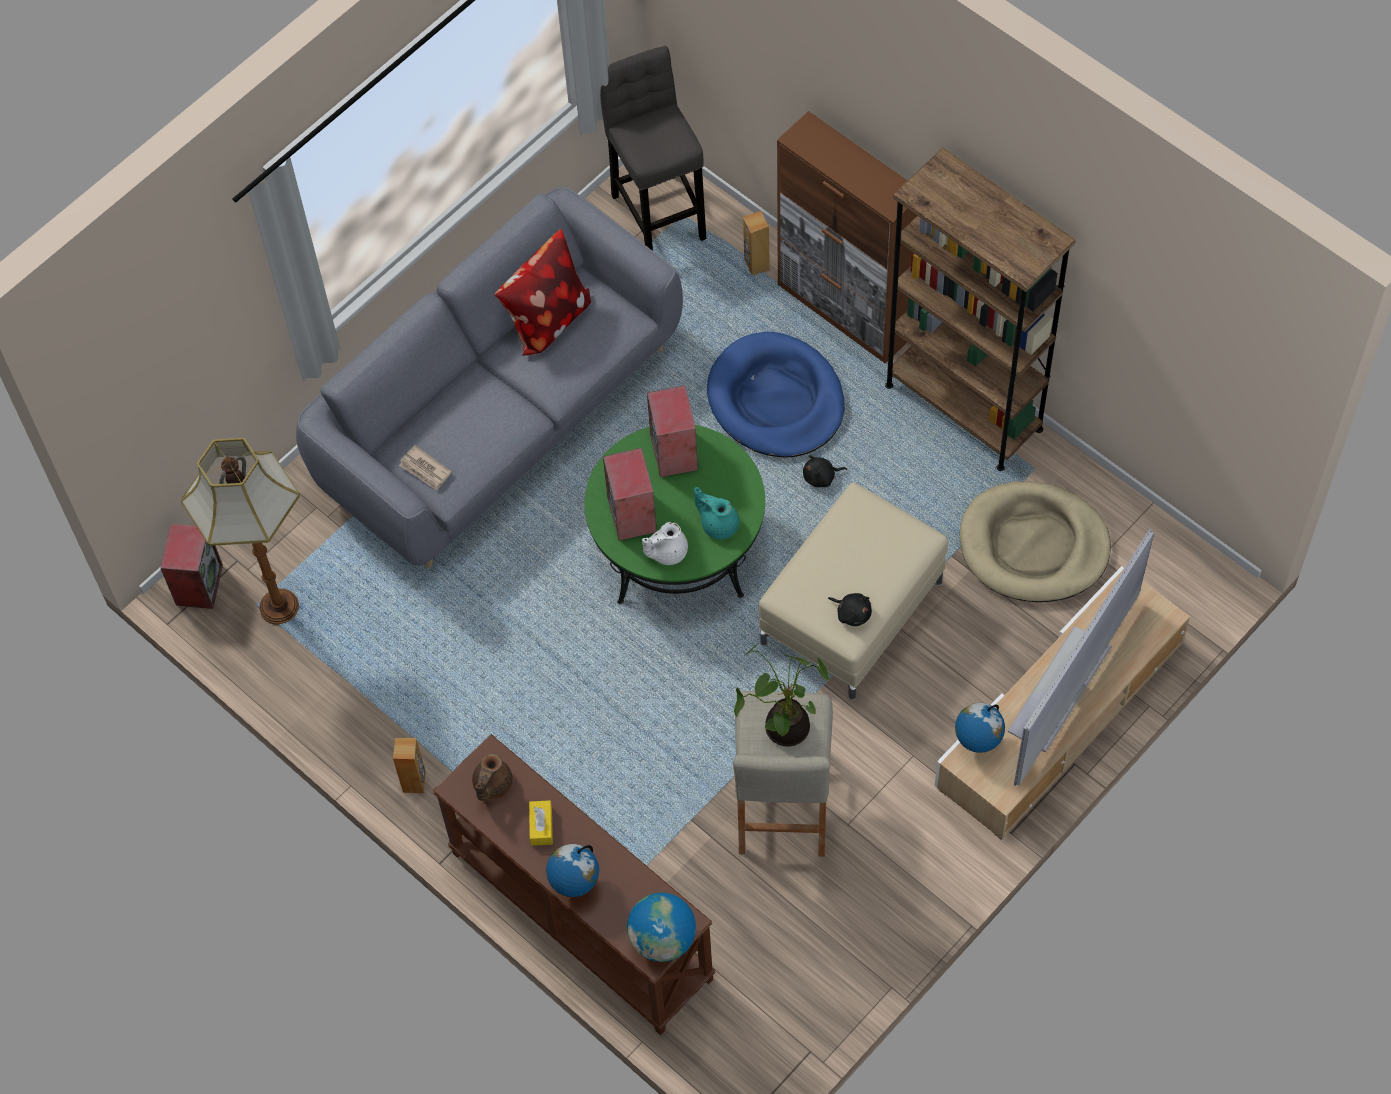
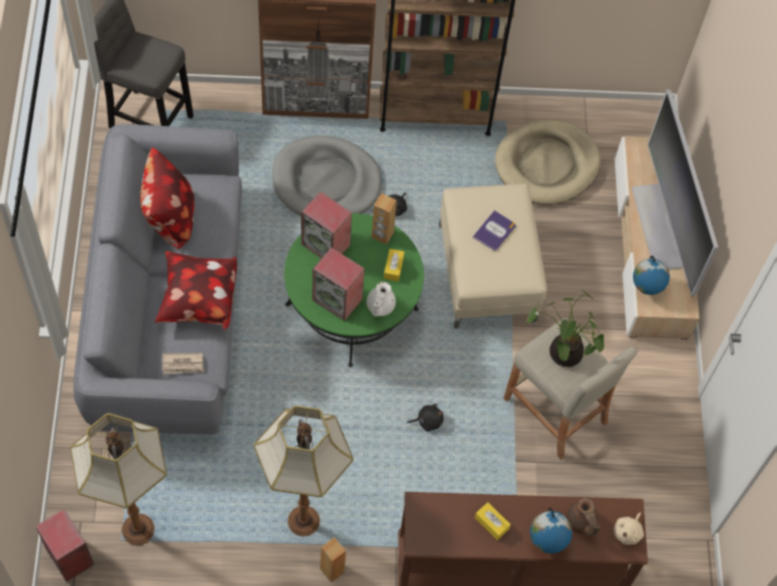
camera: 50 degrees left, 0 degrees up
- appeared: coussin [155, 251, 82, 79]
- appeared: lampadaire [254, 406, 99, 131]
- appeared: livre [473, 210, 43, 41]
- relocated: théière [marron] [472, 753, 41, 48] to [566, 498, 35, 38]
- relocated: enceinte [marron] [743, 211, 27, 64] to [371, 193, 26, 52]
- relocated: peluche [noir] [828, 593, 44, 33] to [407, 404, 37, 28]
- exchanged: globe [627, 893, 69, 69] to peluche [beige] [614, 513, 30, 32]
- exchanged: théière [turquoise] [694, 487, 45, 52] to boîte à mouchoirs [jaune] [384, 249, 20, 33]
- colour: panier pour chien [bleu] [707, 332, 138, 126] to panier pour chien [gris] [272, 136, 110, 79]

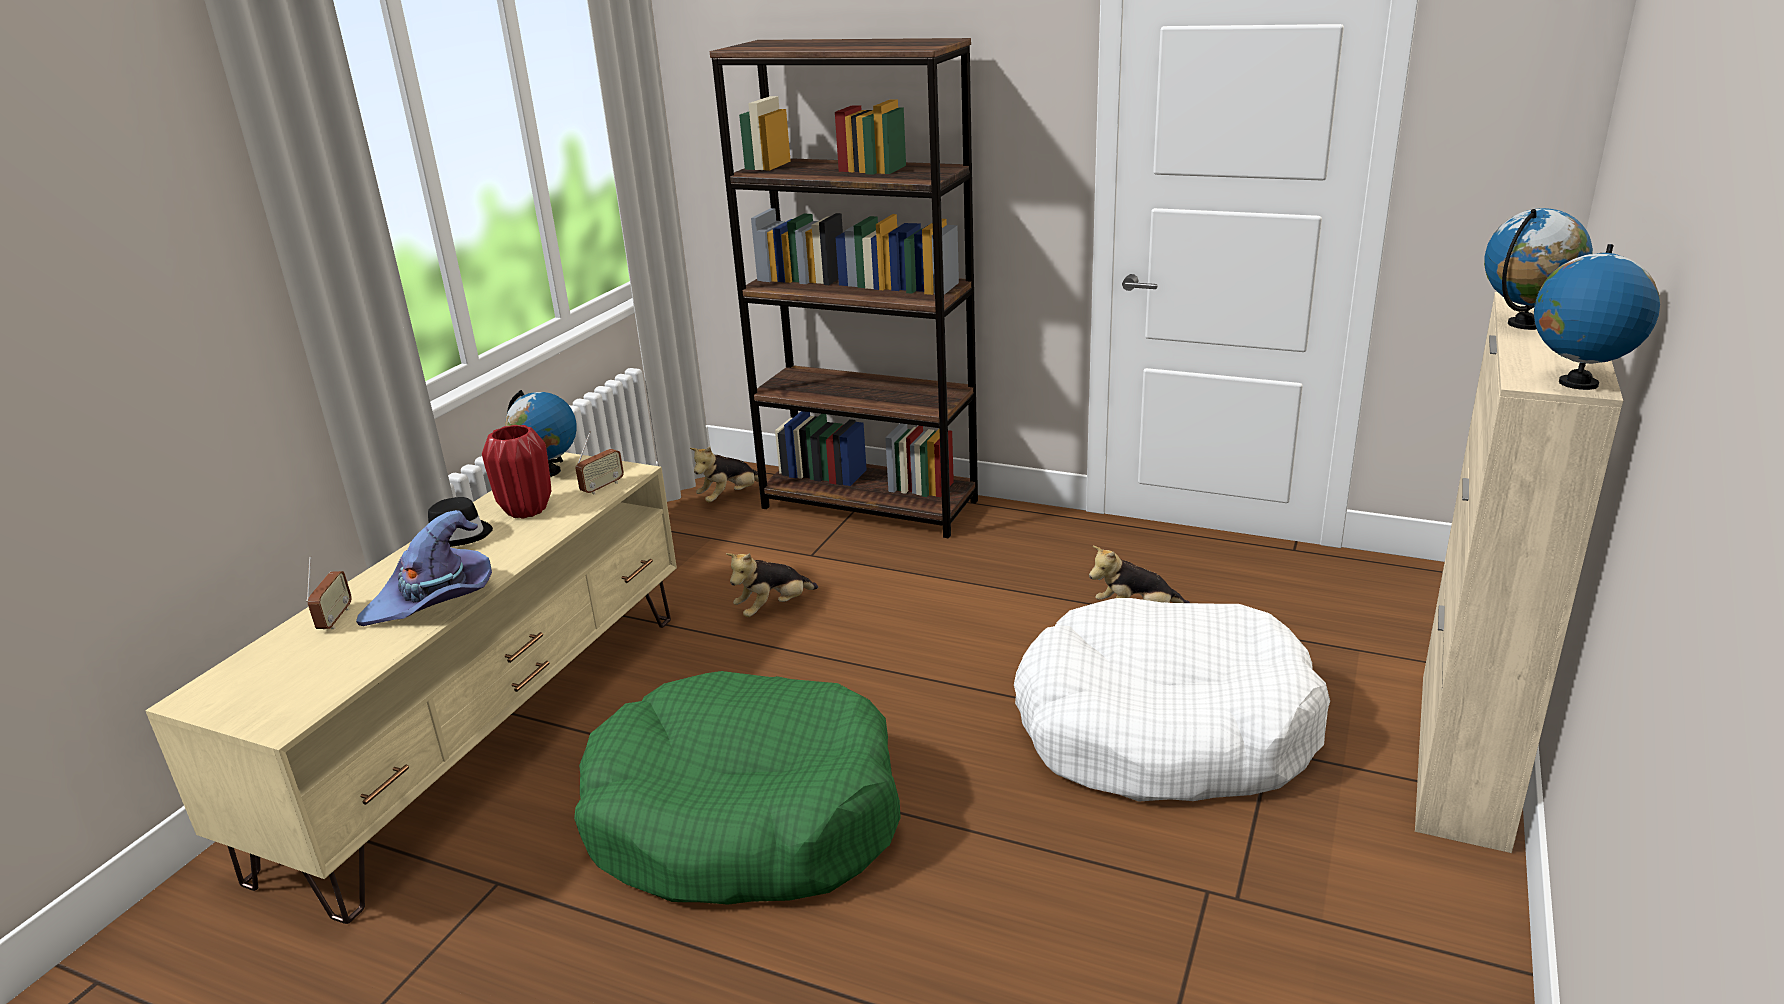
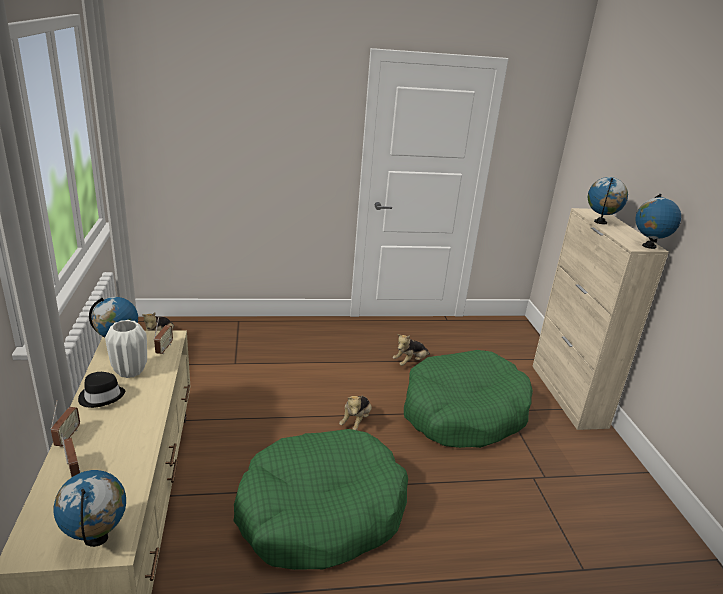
camera: 35 degrees left, 0 degrees up
- missing: chapeau [violet] [356, 510, 136, 116]
- missing: bibliothèque [marron] [710, 38, 268, 500]
- appeared: radio [50, 400, 30, 46]
- appeared: globe [53, 470, 73, 77]
- relocated: peluche [726, 553, 92, 64] to [339, 395, 33, 35]
- colour: vase [rouge] [482, 425, 69, 94] to vase [blanc] [105, 320, 42, 58]
- colour: panier pour chien [blanc] [1014, 598, 316, 204] to panier pour chien [vert] [404, 350, 129, 98]

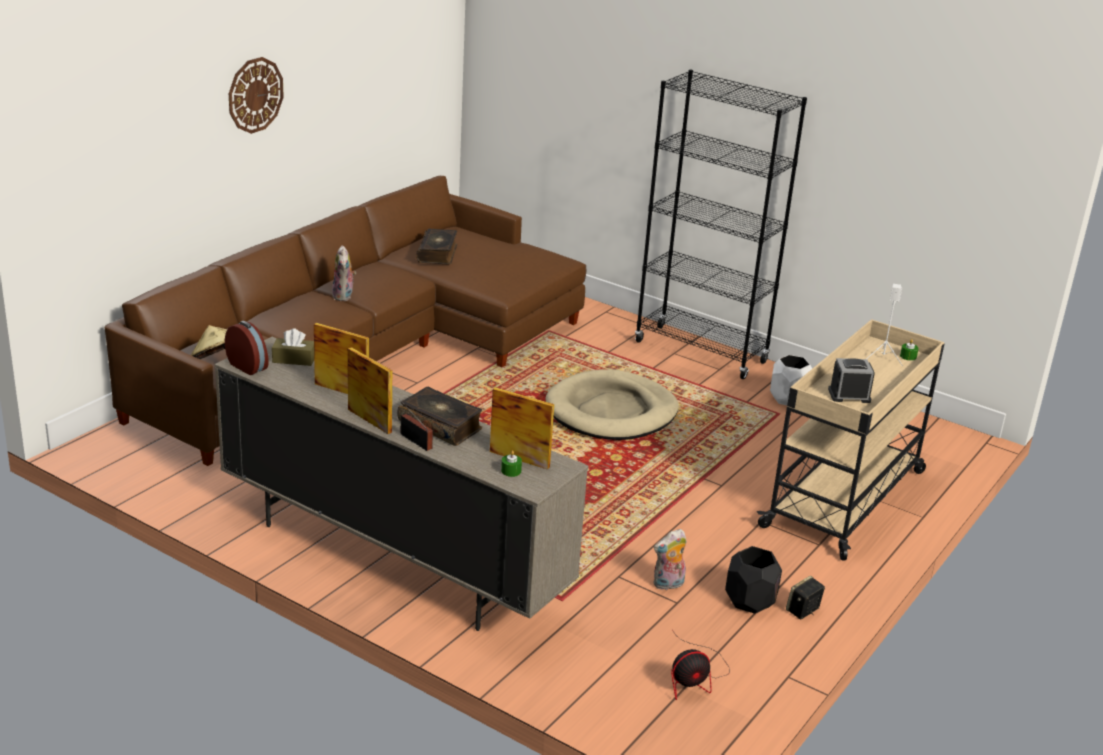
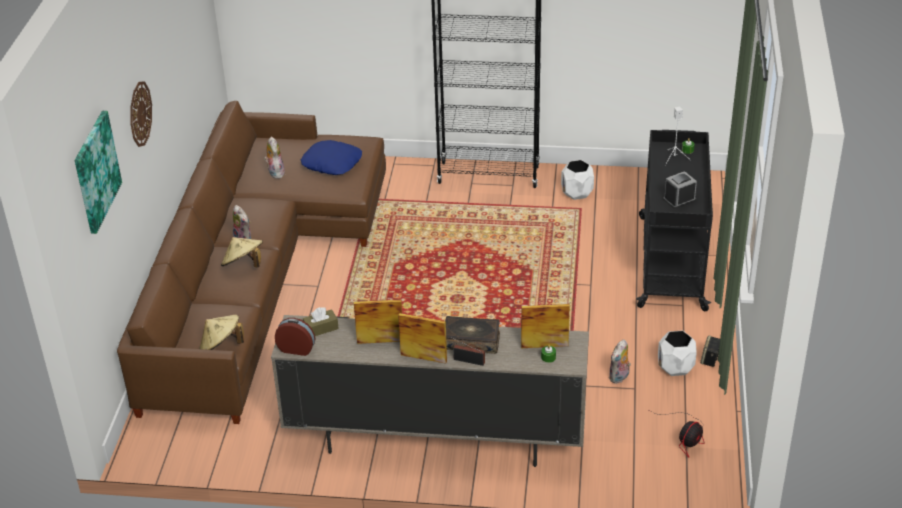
camera: 25 degrees left, 10 degrees up
- missing: panier pour chien [beige] [545, 369, 134, 71]
- appeared: tableau [74, 111, 48, 123]
- appeared: chapeau [beige] [221, 237, 42, 30]
- appeared: coussin [bleu] [301, 140, 61, 35]
- exchanged: livre [416, 229, 41, 35] to peluche [264, 137, 21, 42]
- colour: cache-pot [noir] [725, 546, 57, 68] to cache-pot [blanc] [658, 331, 39, 45]
- colour: chariot [beige] [757, 319, 188, 241] to chariot [noir] [636, 130, 77, 181]

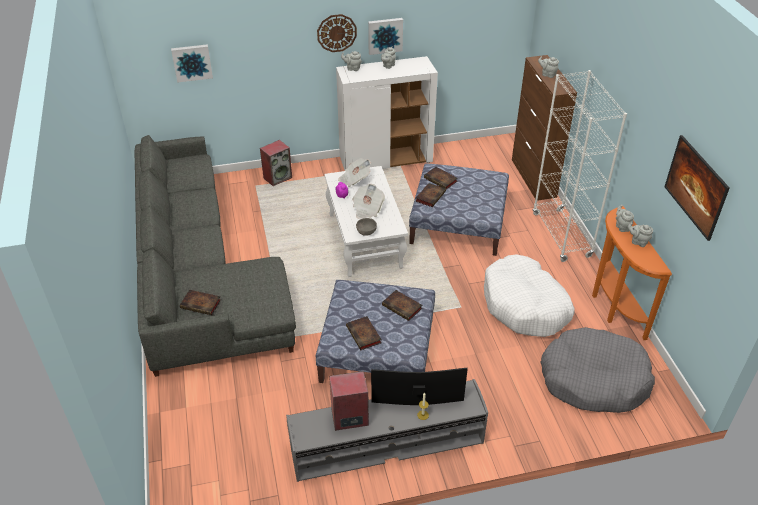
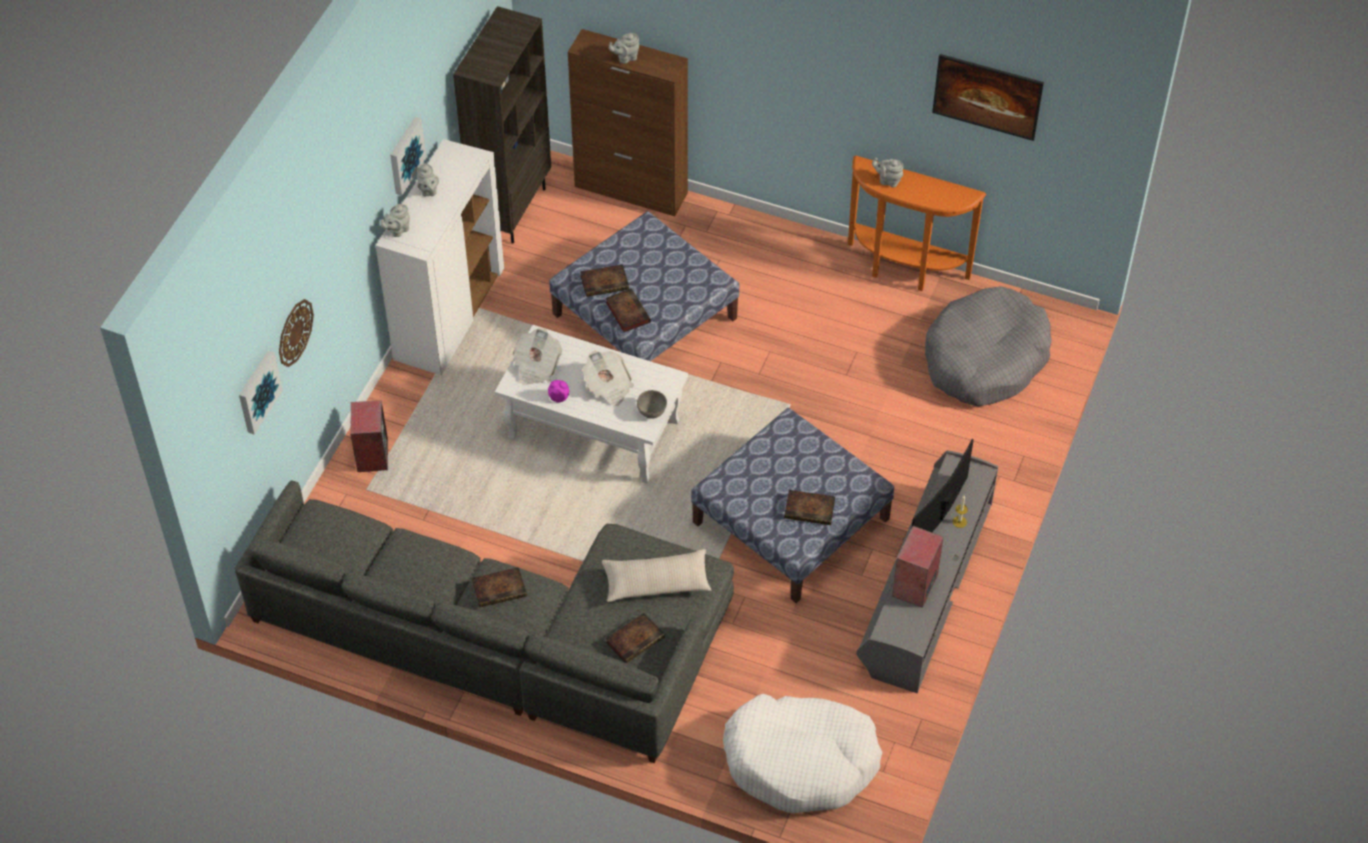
camera: 55 degrees left, 10 degrees up
- missing: bibliothèque [blanc] [533, 70, 94, 192]
- missing: théière [gris] [628, 222, 25, 25]
- appeared: bibliothèque [marron] [453, 6, 98, 238]
- appeared: coussin [beige] [602, 549, 109, 53]
- relocated: horloge murale [317, 14, 40, 38] to [279, 299, 35, 68]
- relocated: livre [382, 290, 40, 31] to [472, 567, 55, 40]
- relocated: panier pour chien [blanc] [484, 254, 91, 83] to [723, 694, 160, 119]

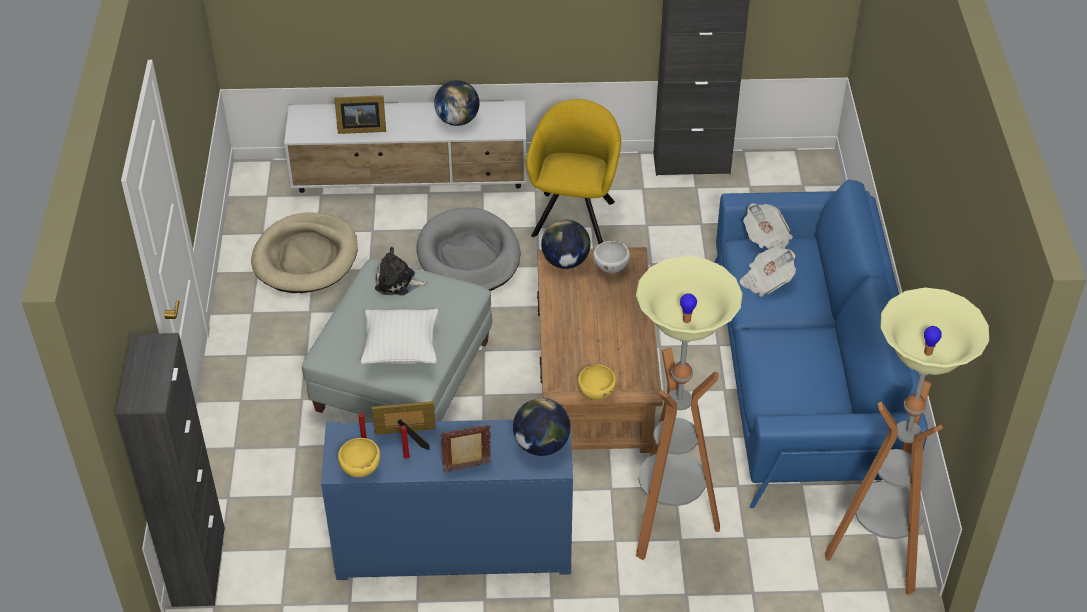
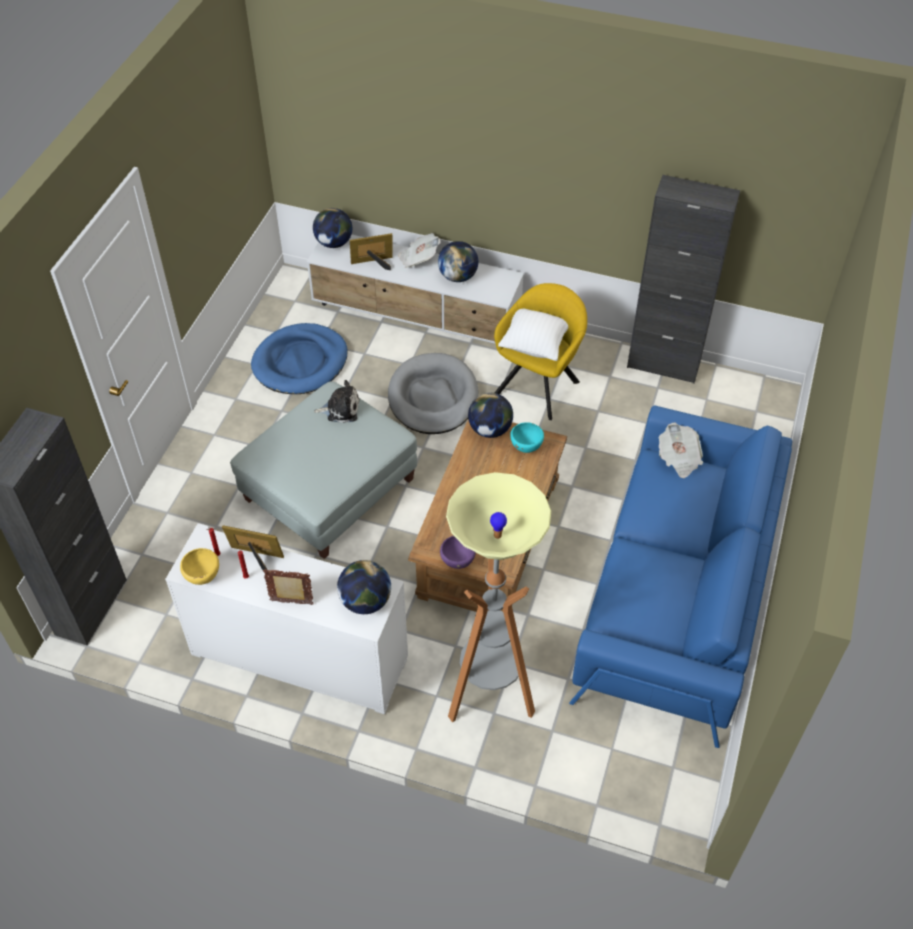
camera: 20 degrees right, 5 degrees up
- missing: lampadaire [825, 288, 164, 307]
- appeared: globe [313, 208, 39, 40]
- relocated: coussin [blanc] [360, 309, 78, 56] to [498, 309, 70, 52]
- relocated: journal [740, 246, 56, 51] to [398, 233, 43, 35]
- colour: panier pour chien [beige] [251, 212, 107, 81] to panier pour chien [bleu] [251, 323, 97, 71]
- colour: meuble de rangement [bleu] [321, 416, 252, 164] to meuble de rangement [blanc] [165, 523, 243, 191]
- colour: bol [jaune] [578, 364, 38, 36] to bol [violet] [440, 536, 36, 33]
- colour: bol [blanc] [593, 241, 37, 32] to bol [turquoise] [510, 422, 34, 31]
- spun: cadre photo [334, 95, 52, 39] = [350, 233, 43, 37] 150 degrees clockwise
- spun: peluche [375, 247, 53, 49] = [314, 380, 45, 43] 150 degrees clockwise

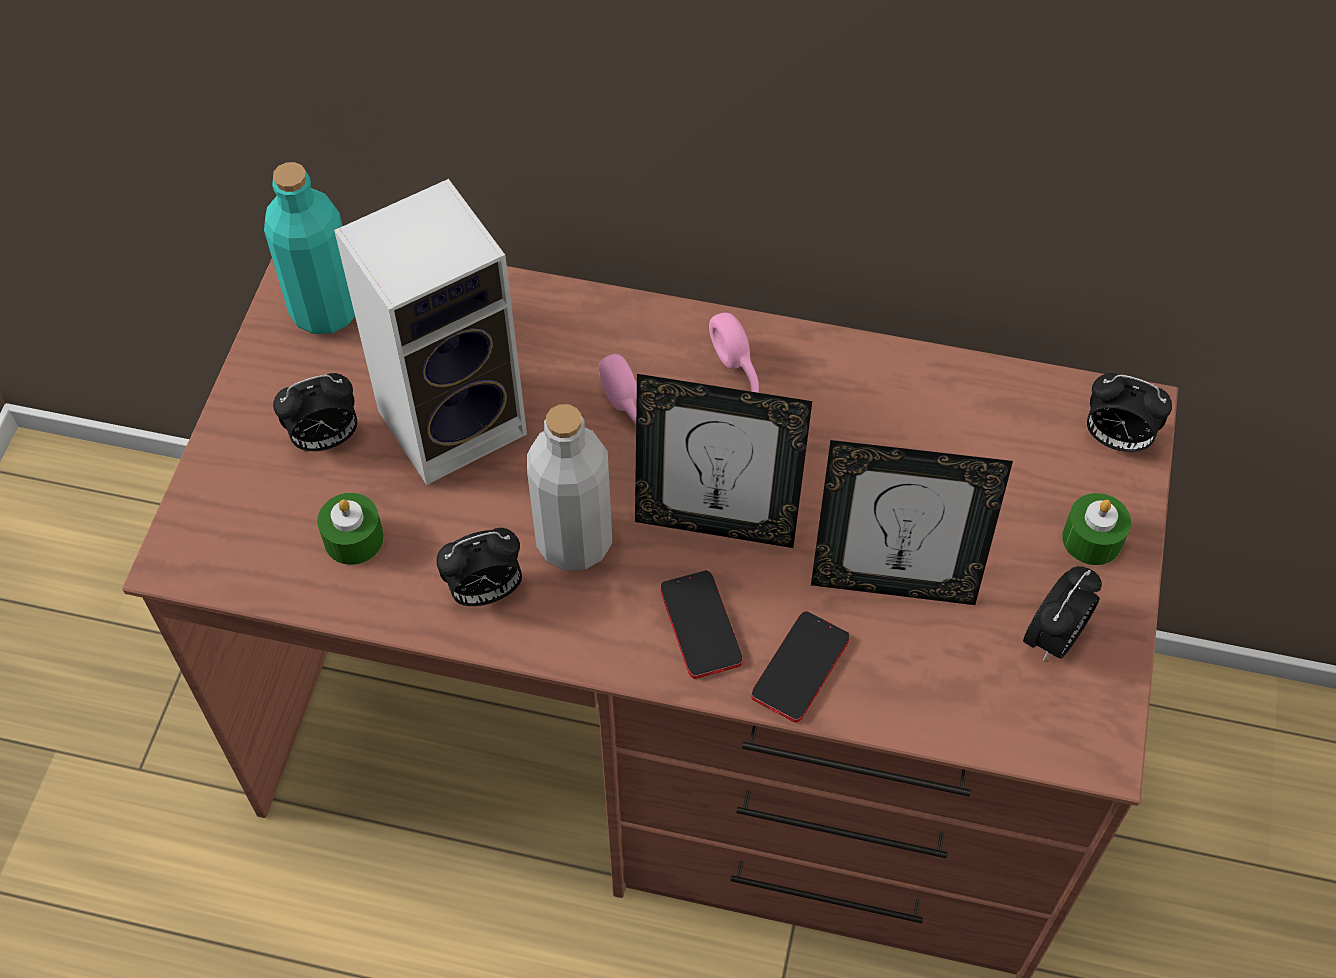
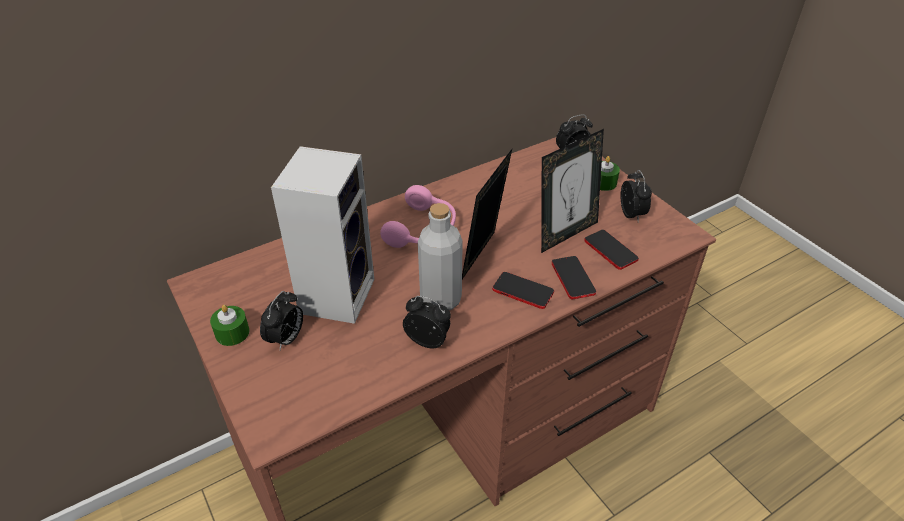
camera: 45 degrees left, 15 degrees down
- missing: bouteille [turquoise] [264, 162, 91, 172]
- appeared: téléphone [584, 230, 55, 40]
- relocated: bougie [vert] [317, 493, 67, 72] to [210, 305, 40, 41]
- spun: réveil [436, 528, 86, 78] = [403, 296, 48, 52] 90 degrees counterclockwise
- spun: cadre photo [635, 374, 177, 174] = [462, 149, 50, 130] 150 degrees clockwise

